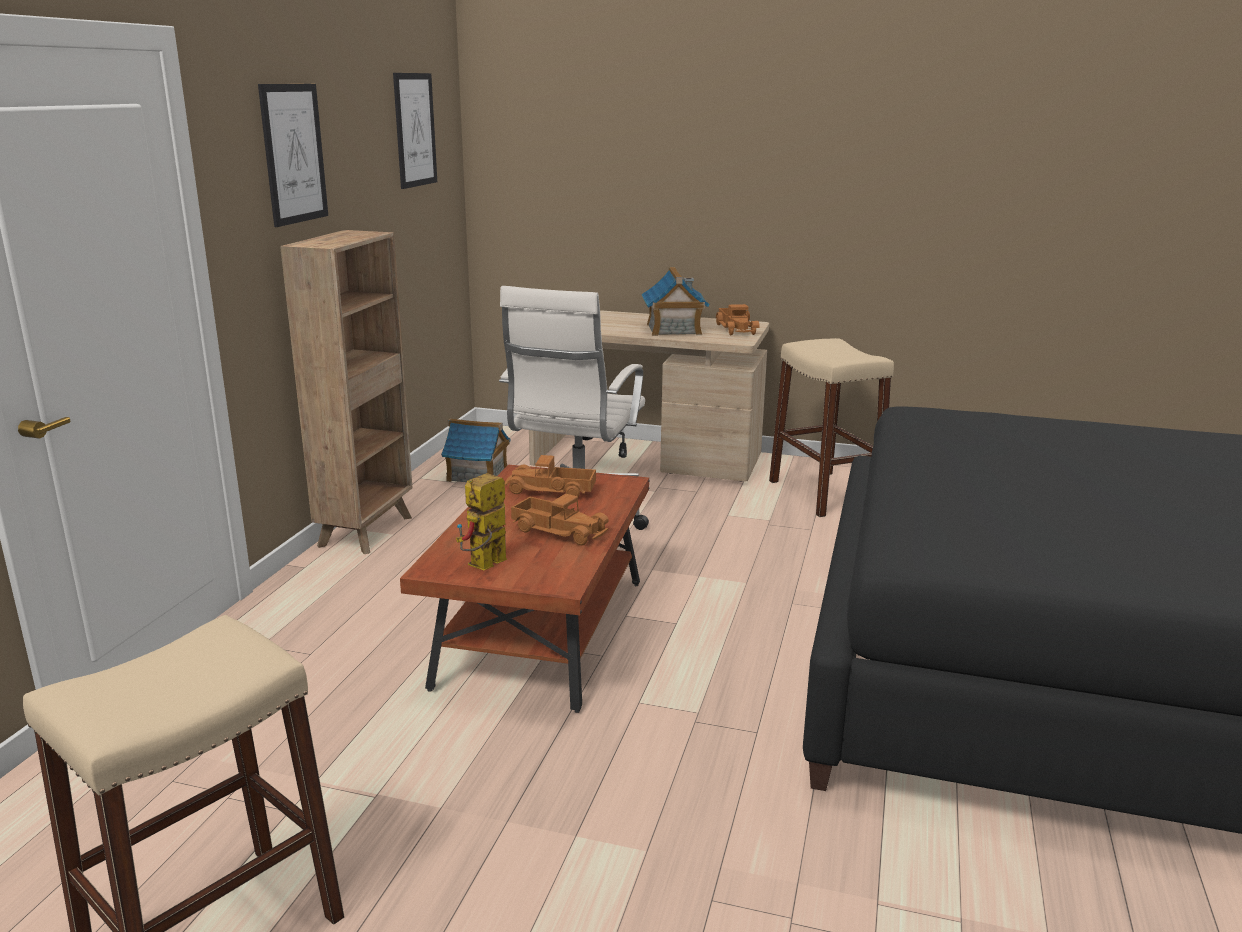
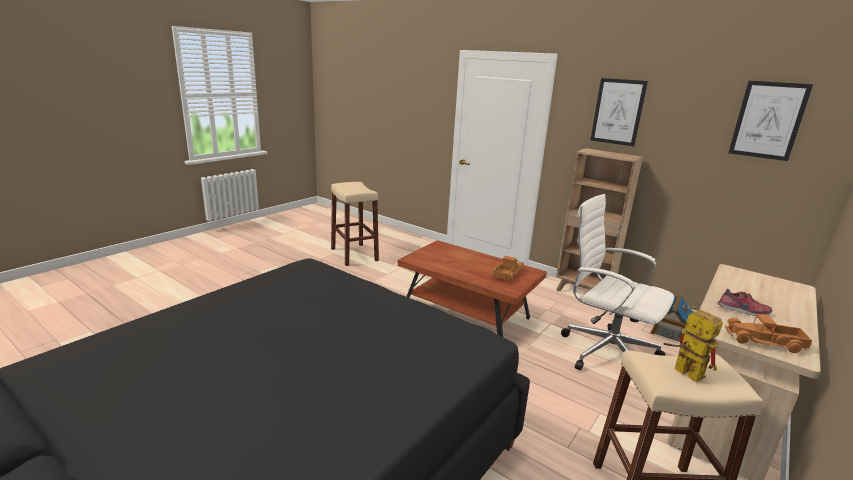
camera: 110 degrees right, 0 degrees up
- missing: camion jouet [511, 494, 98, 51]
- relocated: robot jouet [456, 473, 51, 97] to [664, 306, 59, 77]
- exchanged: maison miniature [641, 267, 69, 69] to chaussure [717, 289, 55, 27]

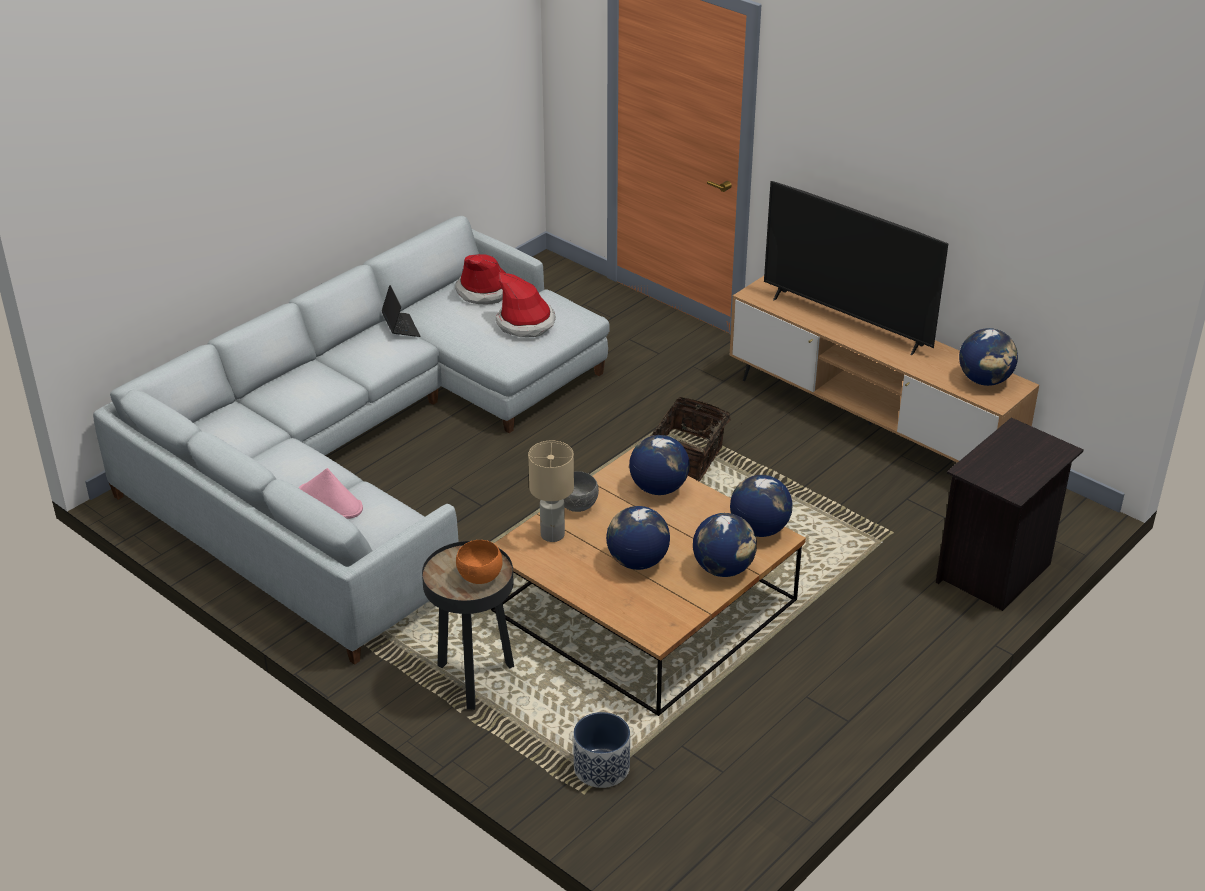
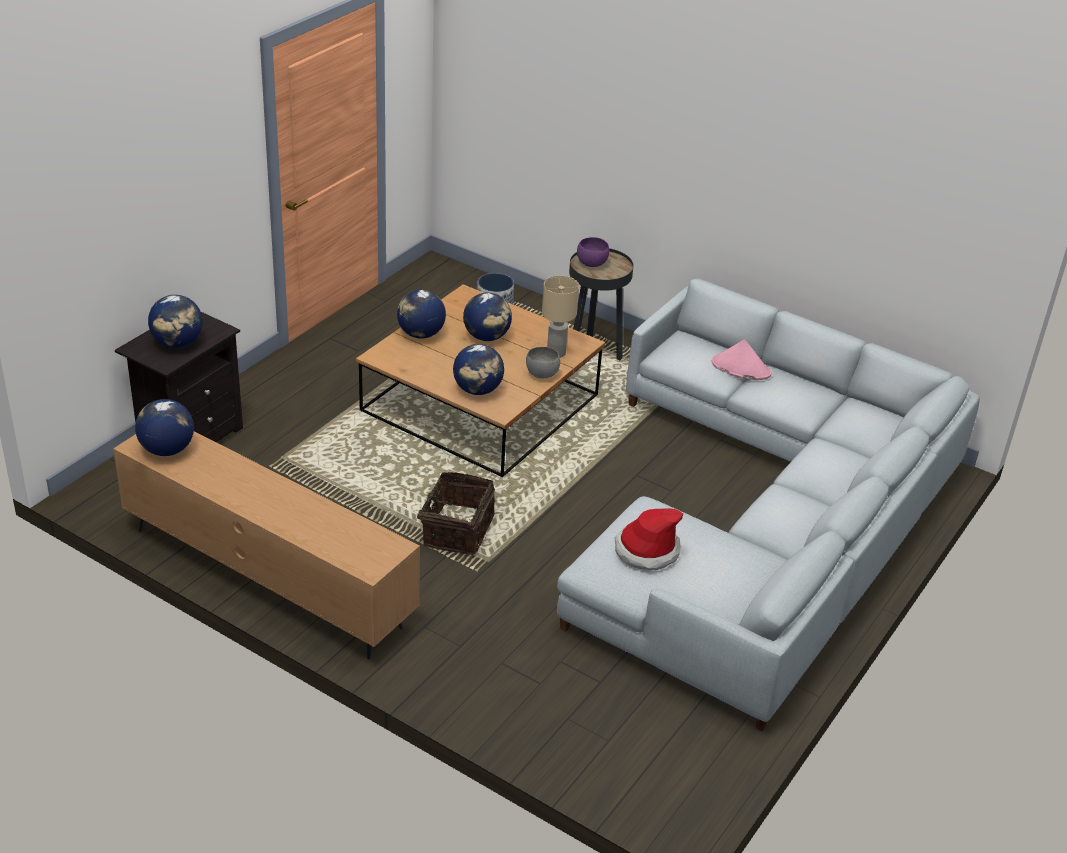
camera: 170 degrees right, 0 degrees up
- missing: ordinateur portable [382, 285, 38, 52]
- missing: chapeau [455, 254, 51, 50]
- missing: téléviseur [764, 181, 184, 174]
- relocated: globe [730, 475, 63, 62] to [148, 295, 55, 53]
- colour: bol [orange] [456, 540, 47, 44] to bol [violet] [577, 237, 32, 30]

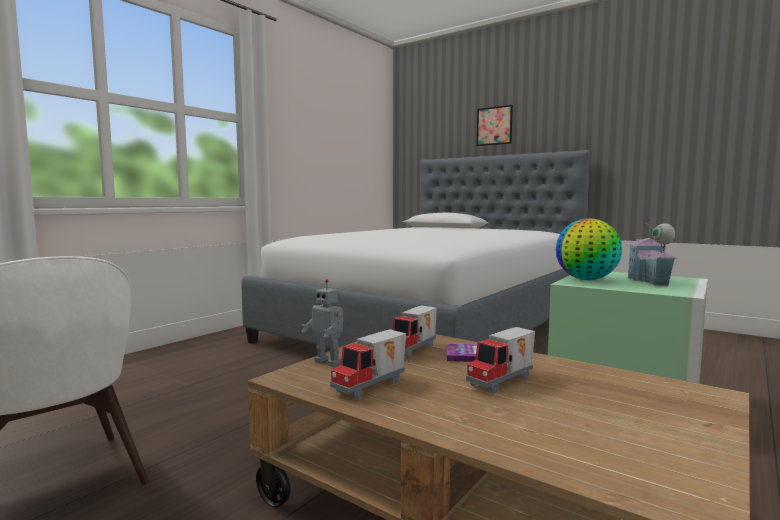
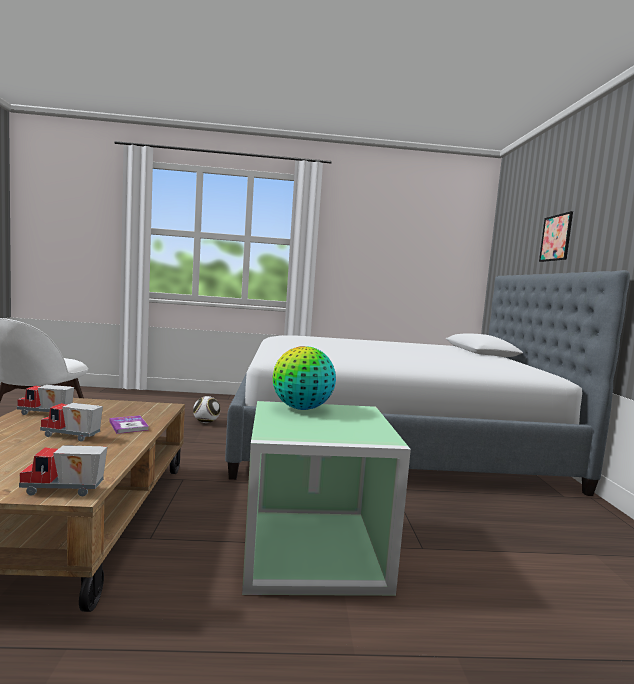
camera: 50 degrees right, 0 degrees up
- missing: robot jouet [301, 279, 42, 88]
- missing: maison miniature [628, 219, 49, 67]
- appeared: ballon de foot [193, 396, 28, 27]
- relocated: camion jouet [392, 305, 45, 54] to [19, 445, 88, 51]

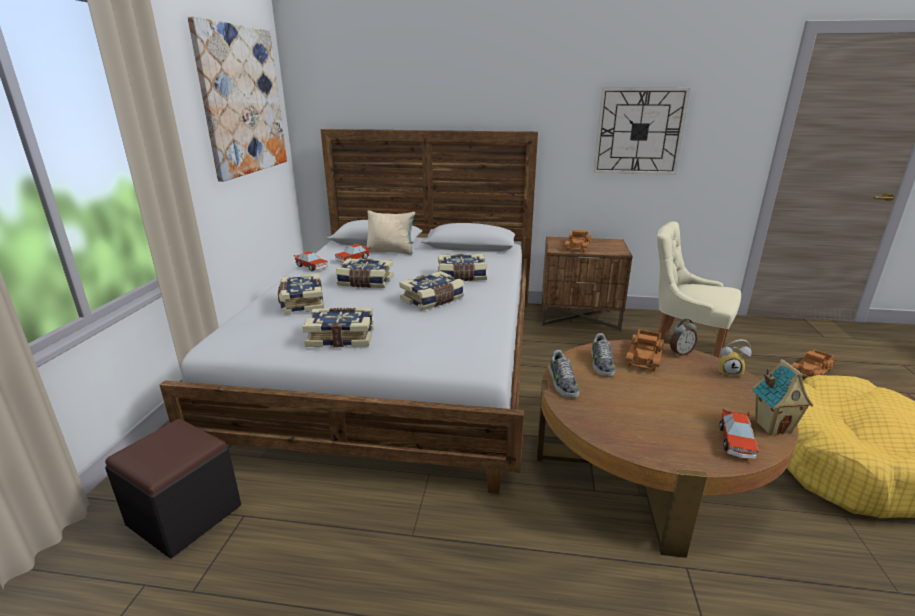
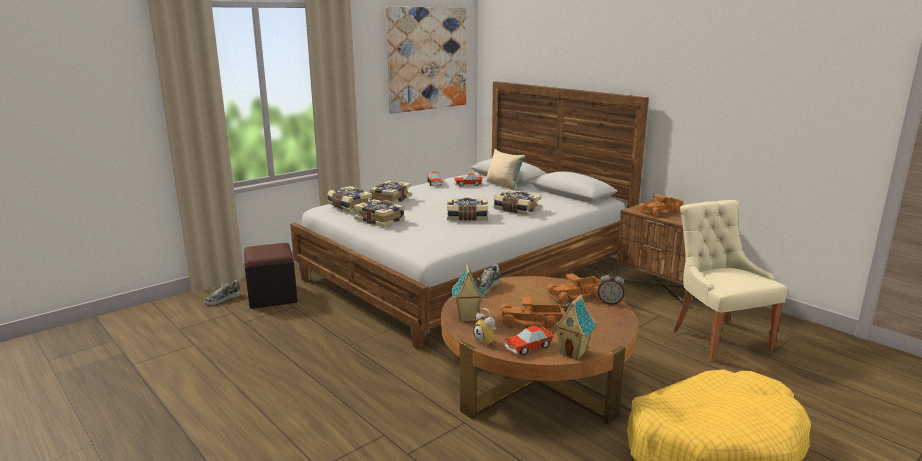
camera: 40 degrees right, 5 degrees down
- missing: horloge murale [593, 87, 97, 88]
- appeared: maison miniature [451, 264, 34, 58]
- relocated: livre [336, 259, 58, 29] to [327, 186, 45, 26]
- relocated: chaussure [591, 333, 24, 44] to [204, 280, 37, 25]
- relocated: réveil [718, 339, 34, 39] to [473, 308, 23, 37]
- relocated: camion jouet [792, 349, 43, 28] to [498, 297, 65, 31]

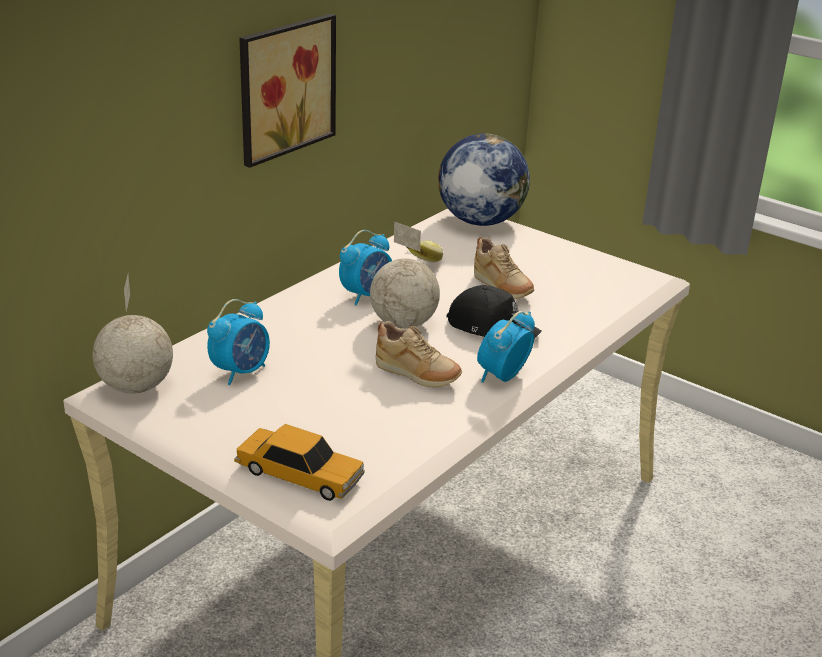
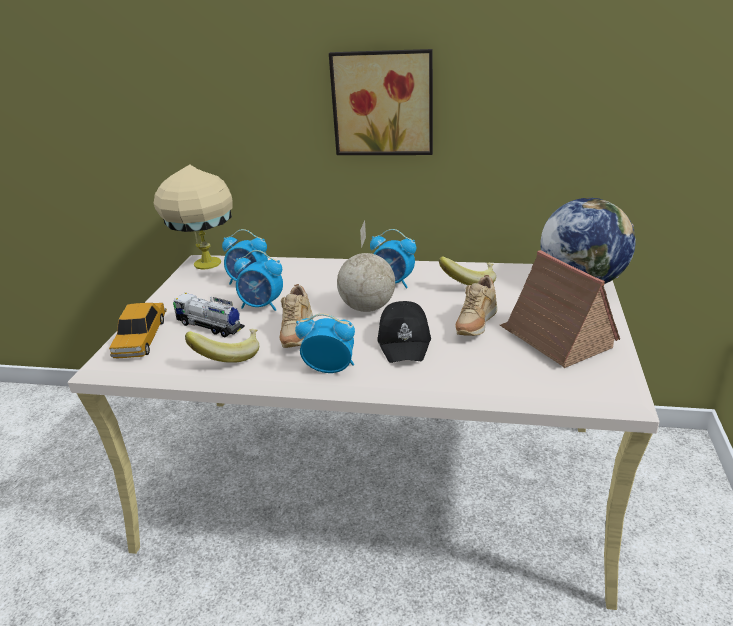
camera: 65 degrees right, 0 degrees up
- appeared: camion jouet [173, 293, 72, 44]
- appeared: banane [185, 329, 74, 34]
- appeared: réveil [234, 250, 49, 61]
- appeared: maison miniature [500, 250, 120, 118]
- exchanged: globe [93, 275, 80, 119] to lampe de table [beige] [154, 164, 79, 106]

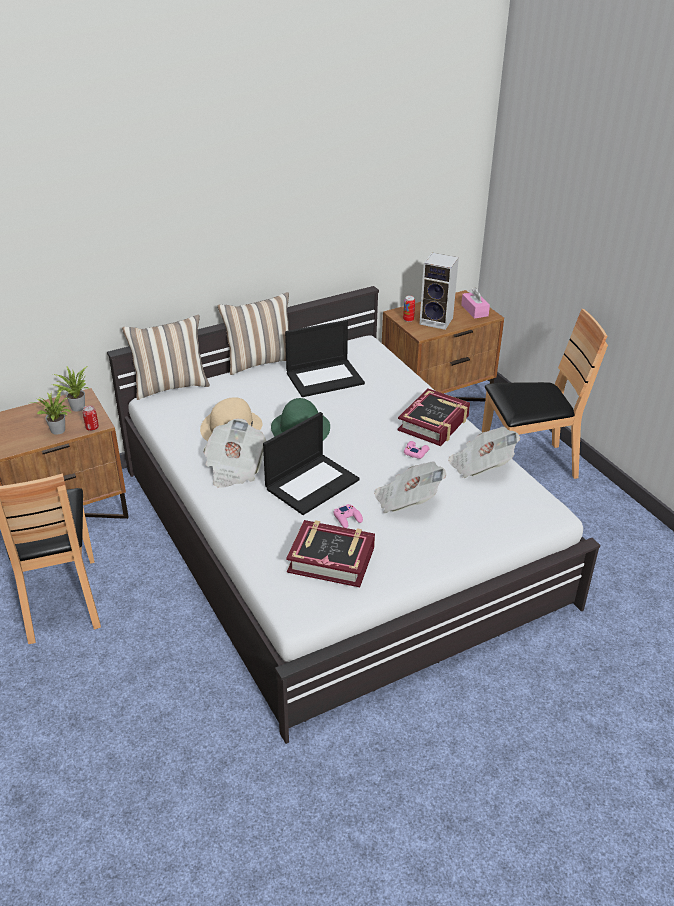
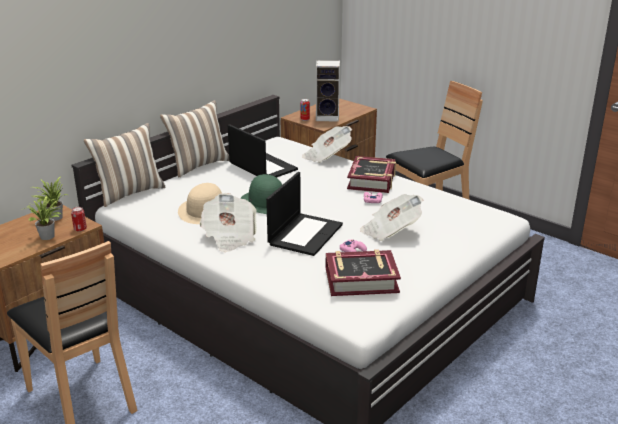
camera: 20 degrees left, 10 degrees down
- missing: boîte à mouchoirs [rose] [461, 287, 29, 32]
- relocated: journal [448, 427, 72, 51] to [302, 126, 50, 37]
- spun: ordinateur portable [285, 320, 80, 77] = [228, 124, 70, 54] 90 degrees counterclockwise

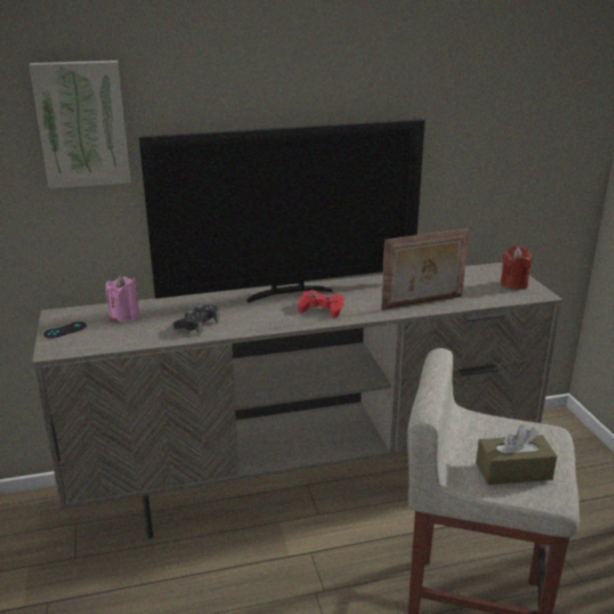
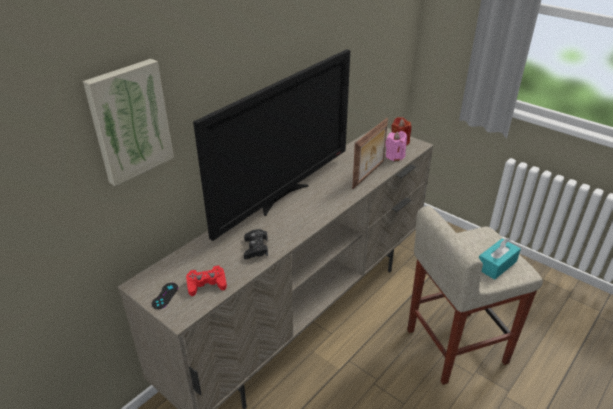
camera: 35 degrees left, 10 degrees up
- relocated: bougie [rose] [106, 275, 34, 47] to [386, 131, 21, 30]
- relocated: manette [rouge] [298, 290, 46, 28] to [186, 265, 41, 31]
- colour: boîte à mouchoirs [marron] [476, 425, 81, 60] to boîte à mouchoirs [turquoise] [479, 238, 42, 42]

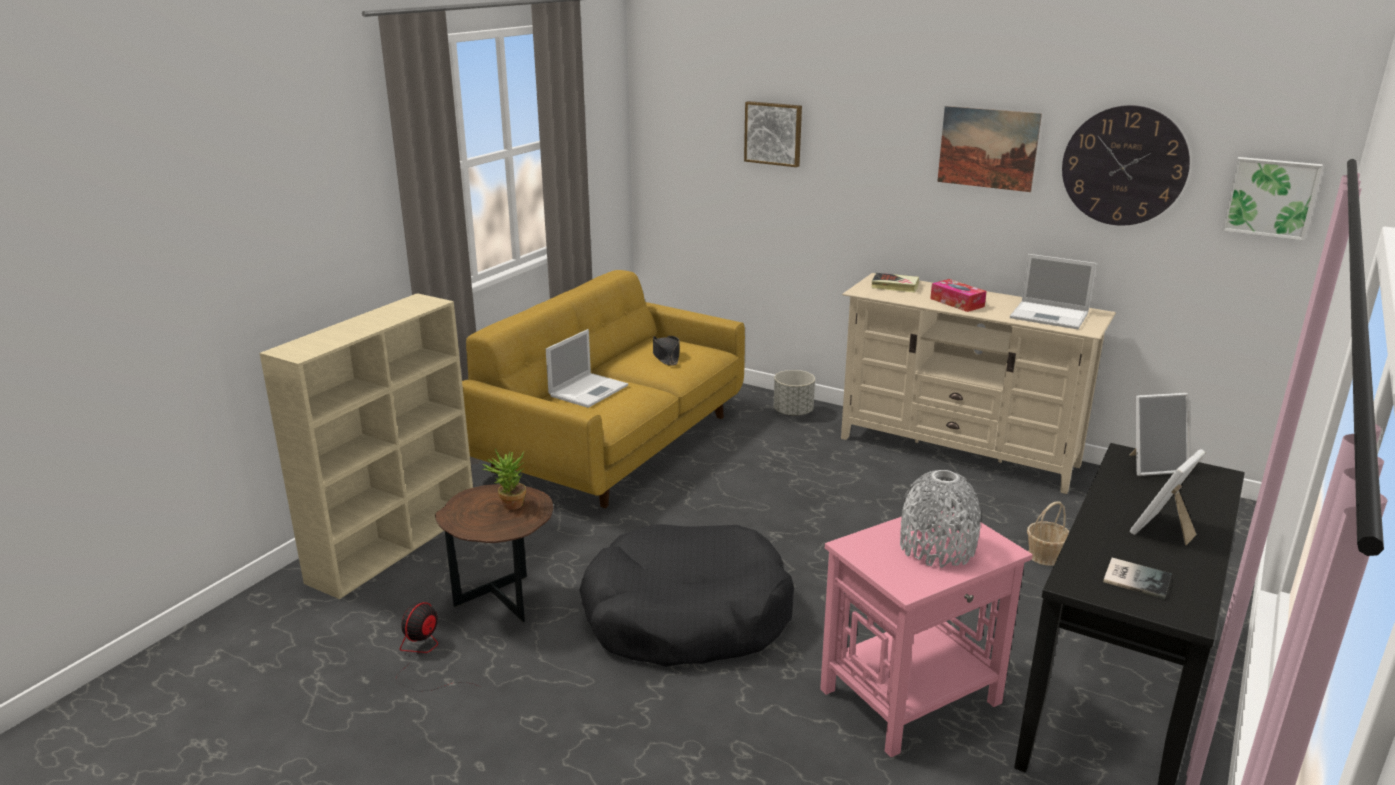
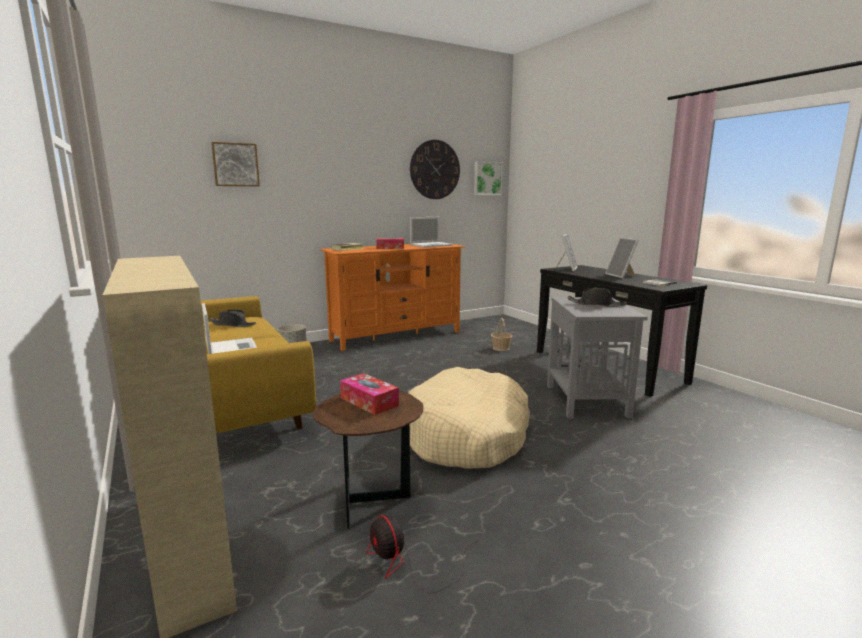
camera: 60 degrees left, 10 degrees down
- missing: tableau [937, 106, 105, 86]
- exchanged: plante en pot [482, 449, 44, 61] to boîte à mouchoirs [340, 373, 59, 42]
- exchanged: vase [gris] [900, 470, 81, 98] to chapeau [noir] [568, 288, 59, 19]
- colour: panier pour chien [noir] [579, 524, 215, 143] to panier pour chien [beige] [408, 367, 122, 102]
- colour: table d'appoint [rose] [820, 507, 213, 251] to table d'appoint [gris] [547, 297, 101, 122]
- colour: meuble télé [beige] [841, 273, 275, 221] to meuble télé [orange] [320, 244, 145, 107]

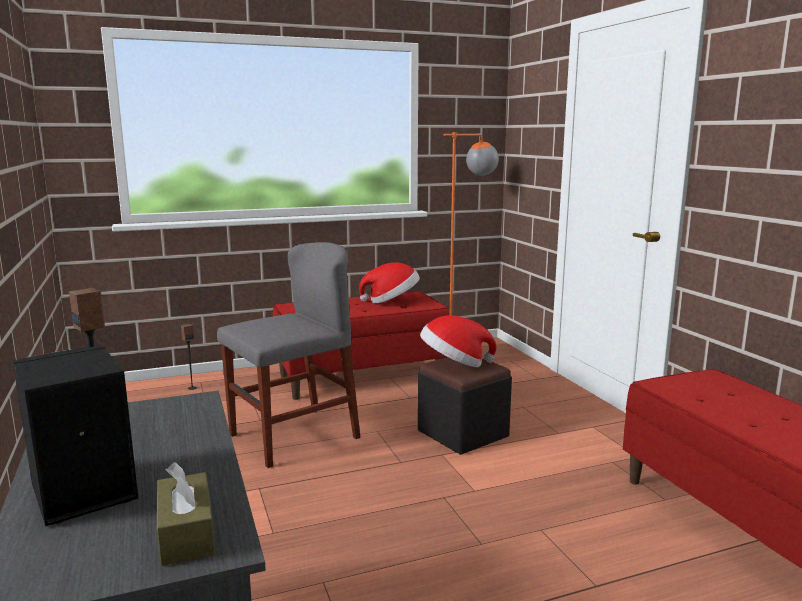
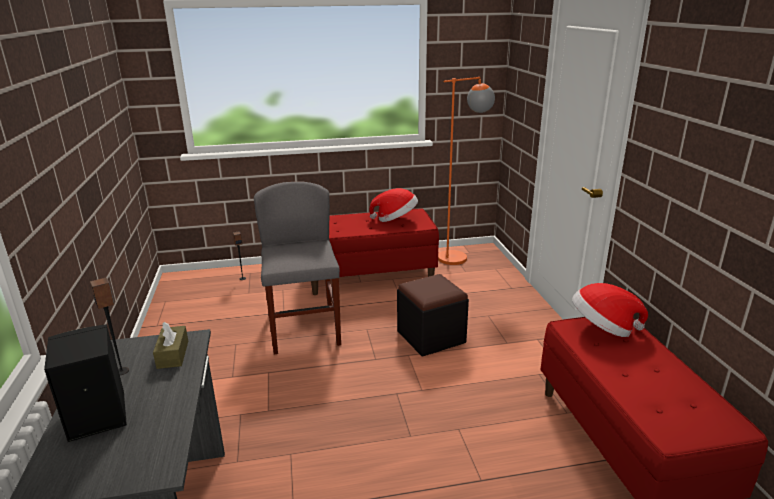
camera: 10 degrees right, 10 degrees up
- relocated: boîte à mouchoirs [marron] [157, 462, 58, 104] to [153, 322, 35, 47]
- relocated: chapeau [420, 315, 76, 52] to [572, 283, 76, 54]
- spun: chaise [gris] [217, 242, 143, 226] = [254, 182, 87, 172] 75 degrees counterclockwise

